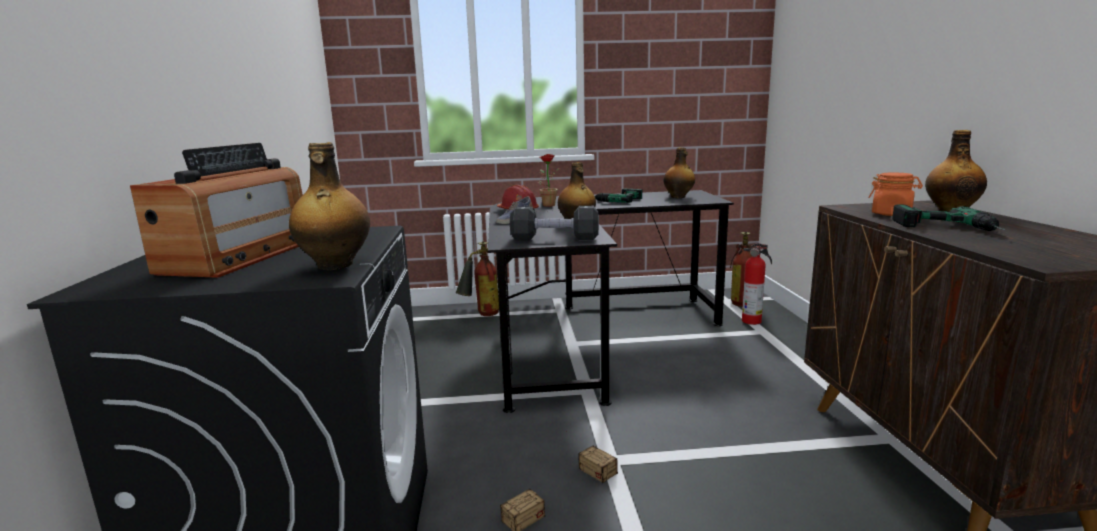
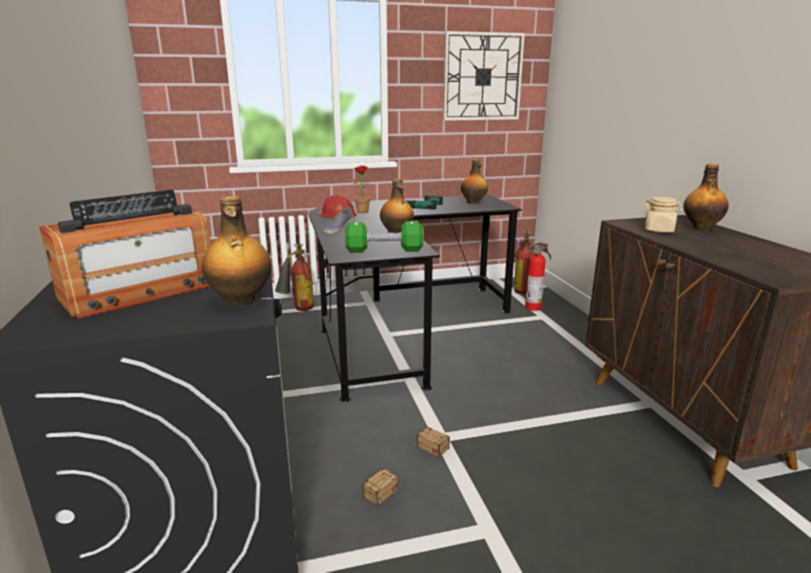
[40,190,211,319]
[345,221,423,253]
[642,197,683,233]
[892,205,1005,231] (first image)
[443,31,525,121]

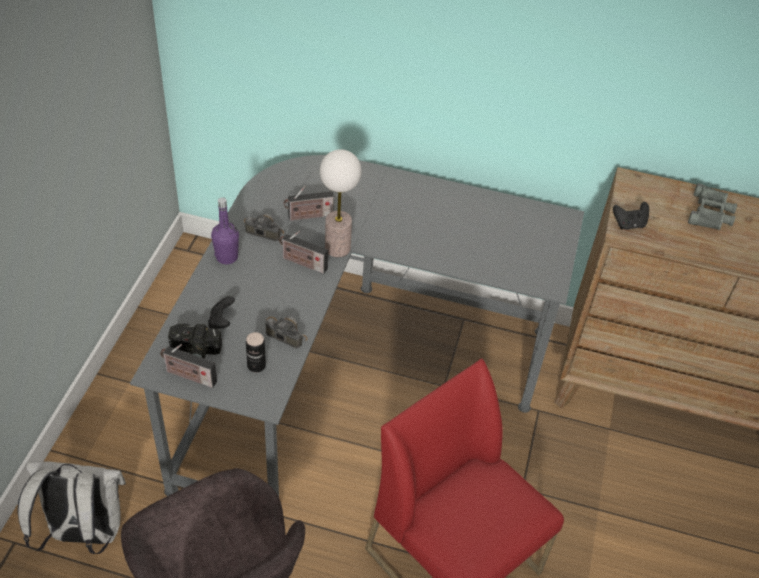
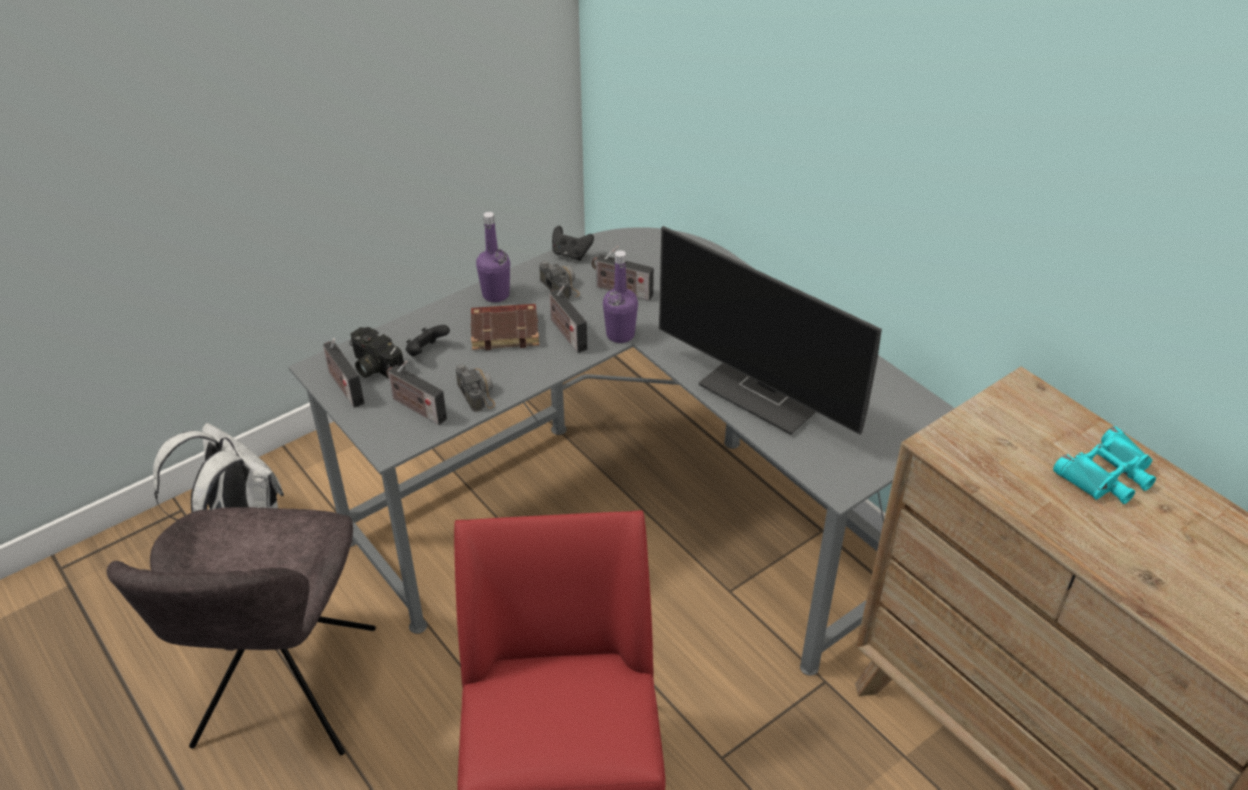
[386,360,447,425]
[603,250,638,343]
[552,226,594,261]
[1053,426,1156,504]
[471,304,539,350]
[659,226,882,435]

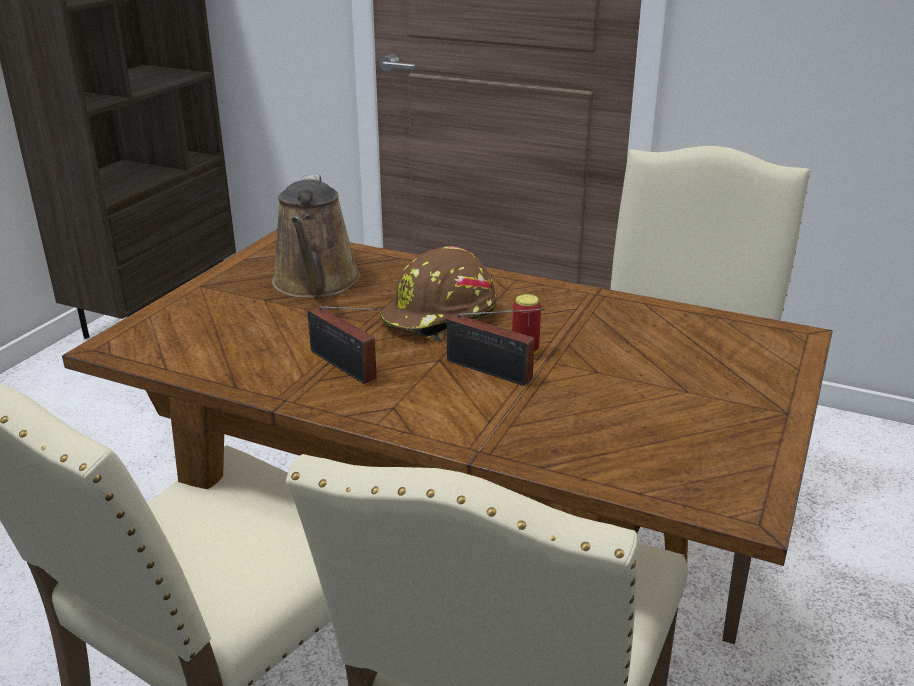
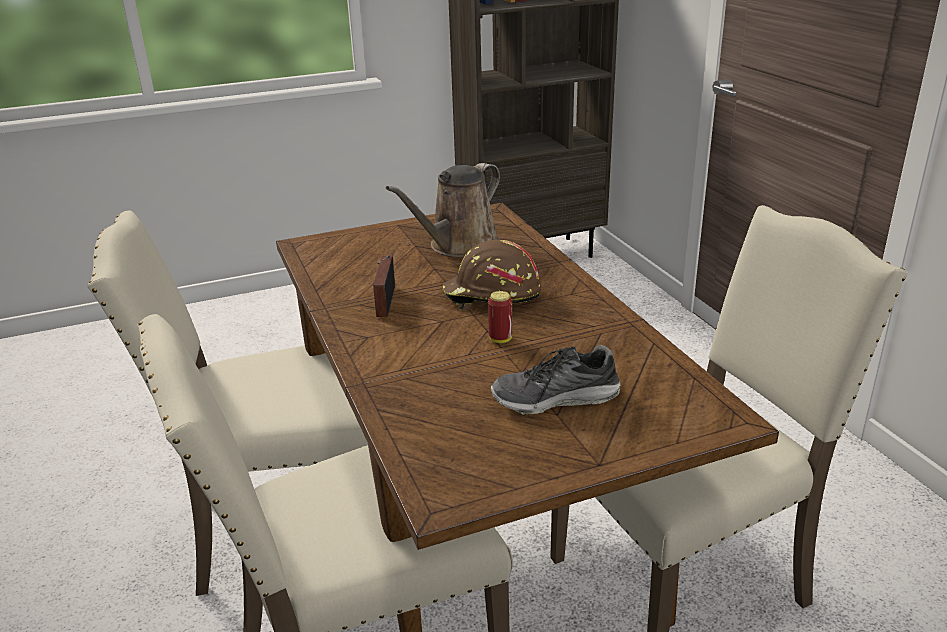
[447,308,545,386] (first image)
[491,345,620,415]

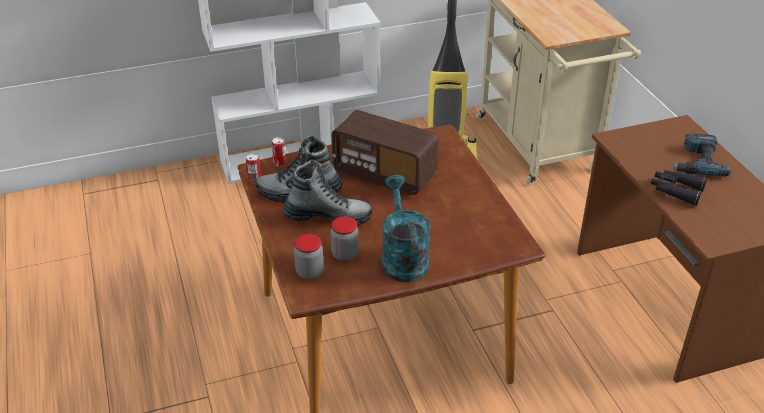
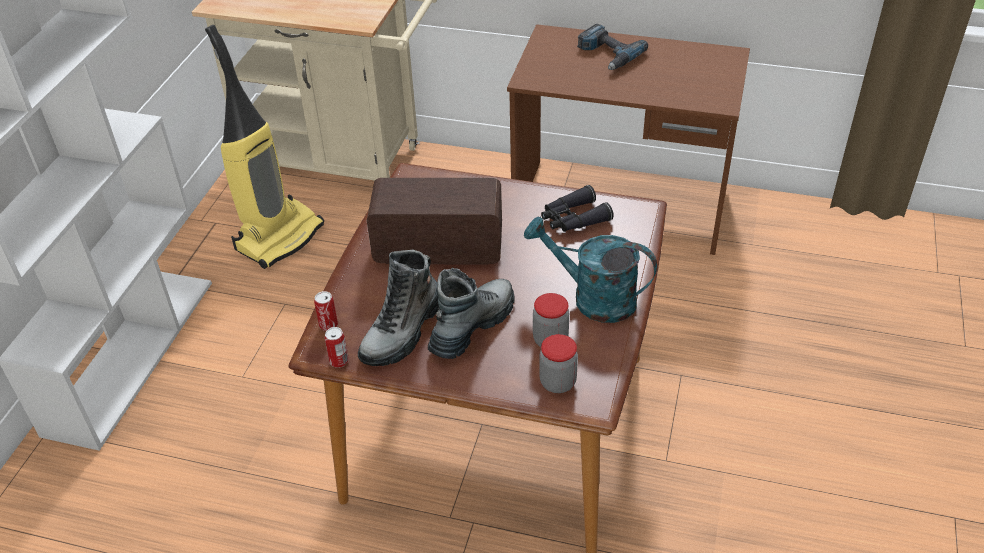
[367,178,502,265]
[541,185,614,232]

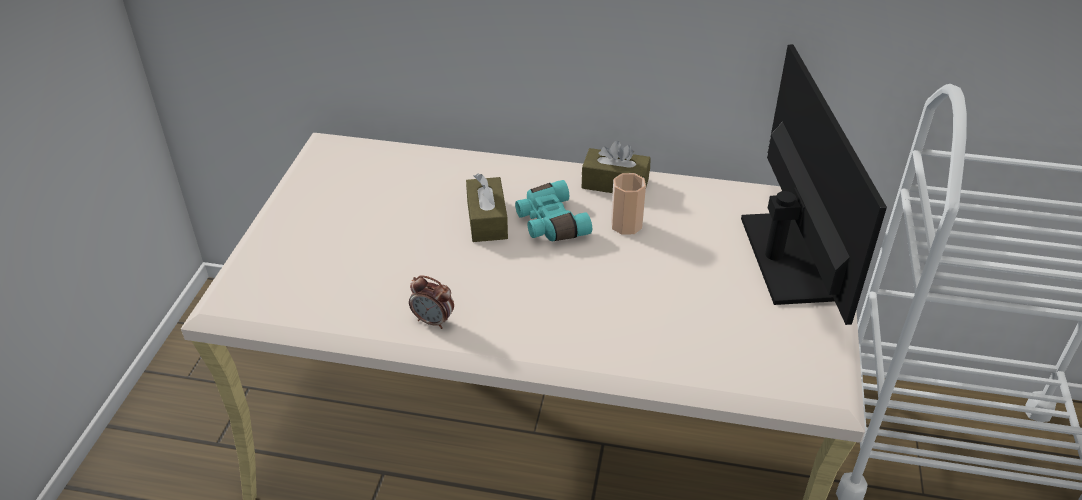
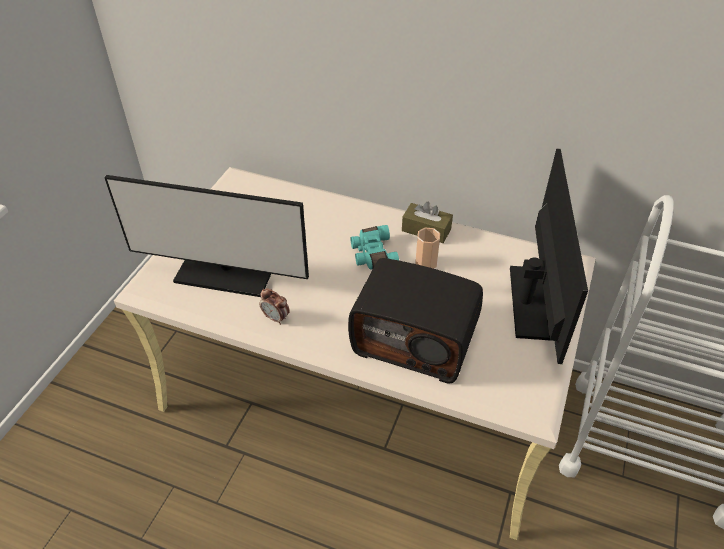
[466,174,508,242] (first image)
[104,175,309,297]
[348,258,483,383]

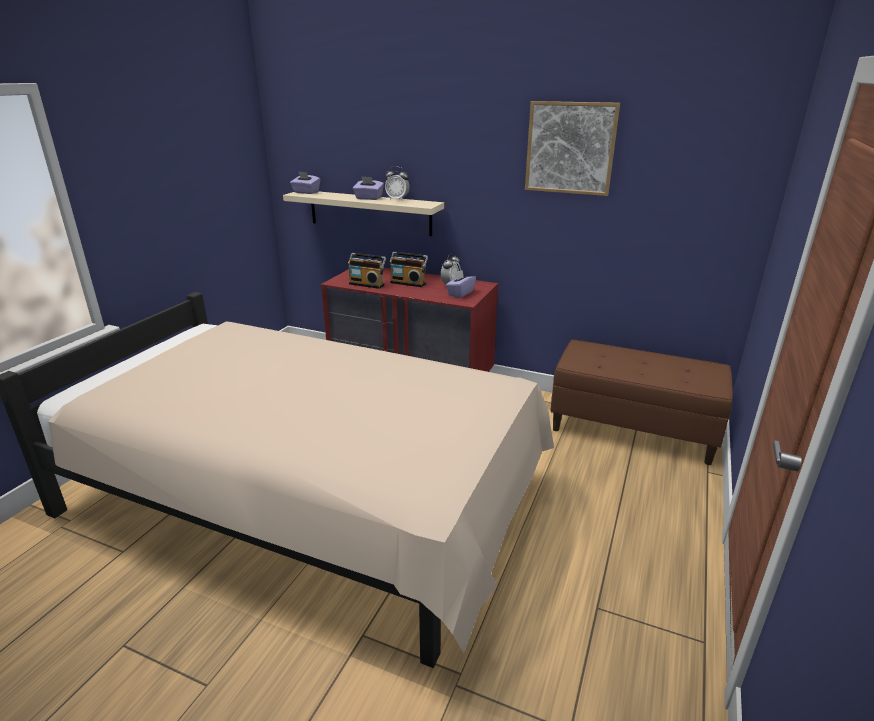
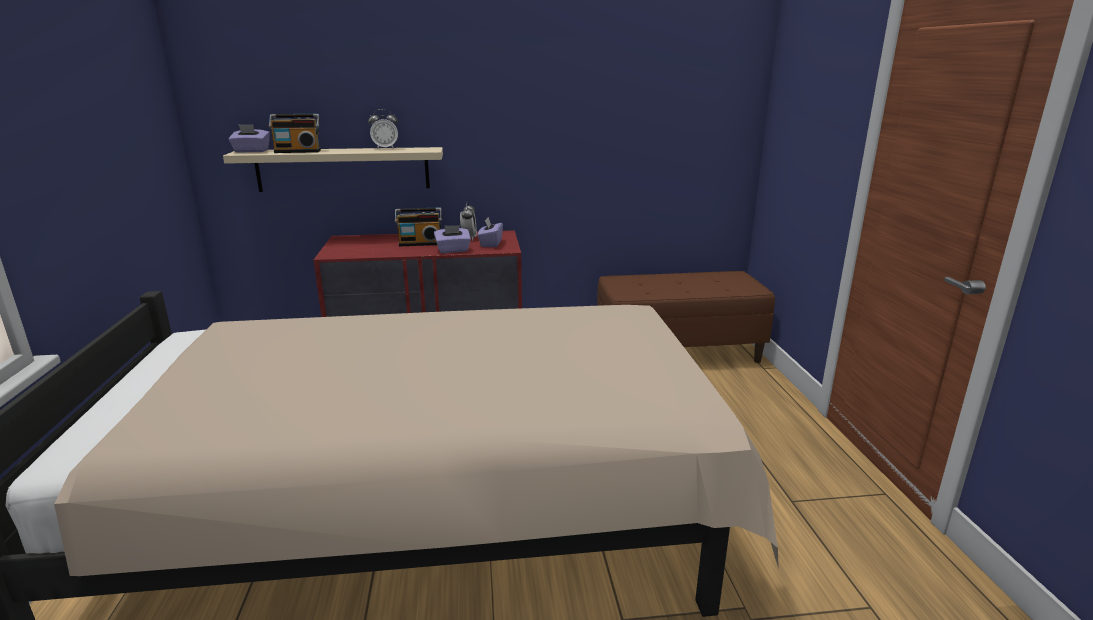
[269,114,321,153]
[434,225,471,253]
[525,101,620,196] (first image)

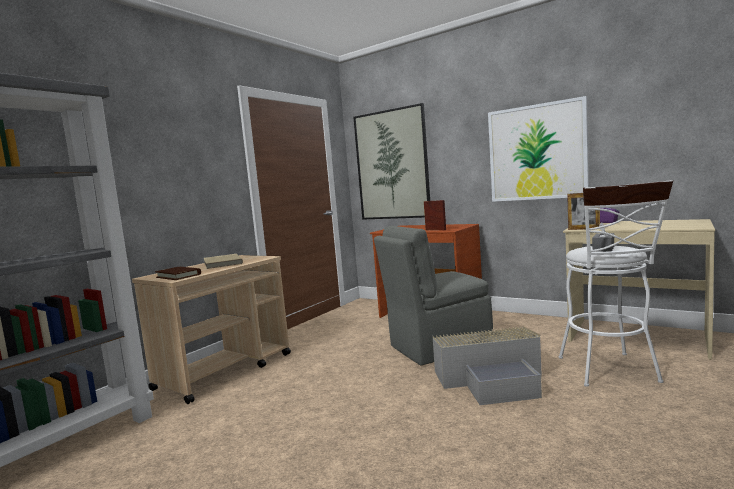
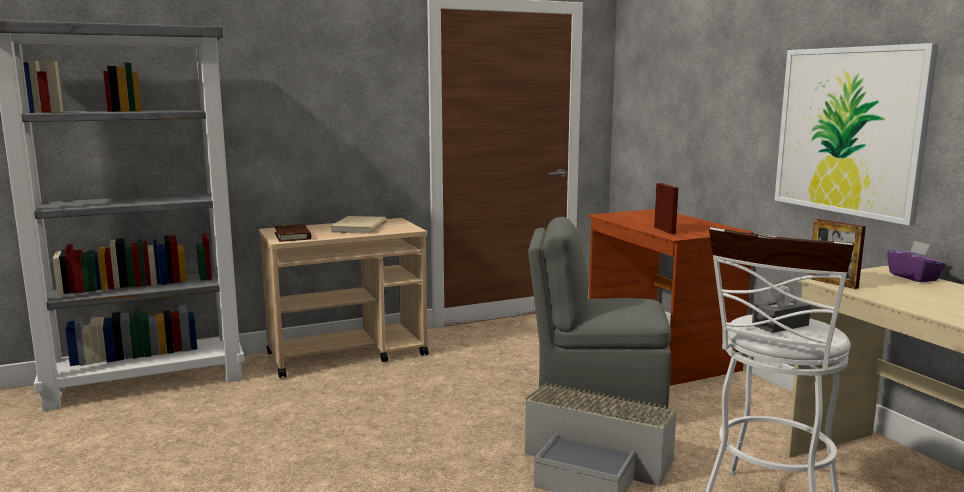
[353,103,430,220] (first image)

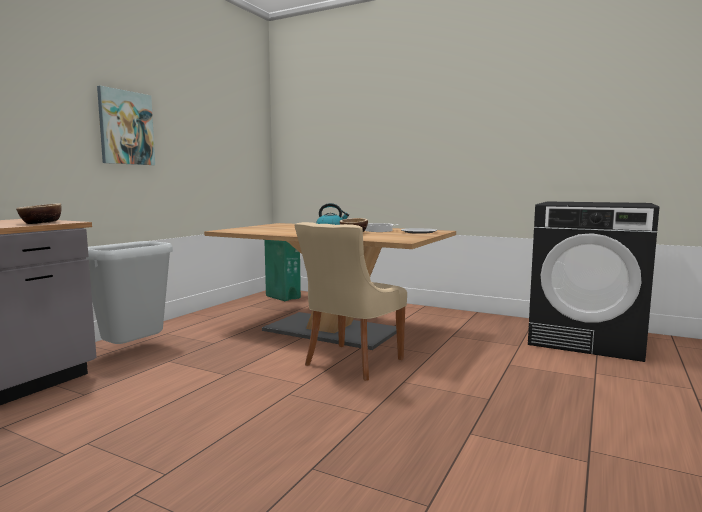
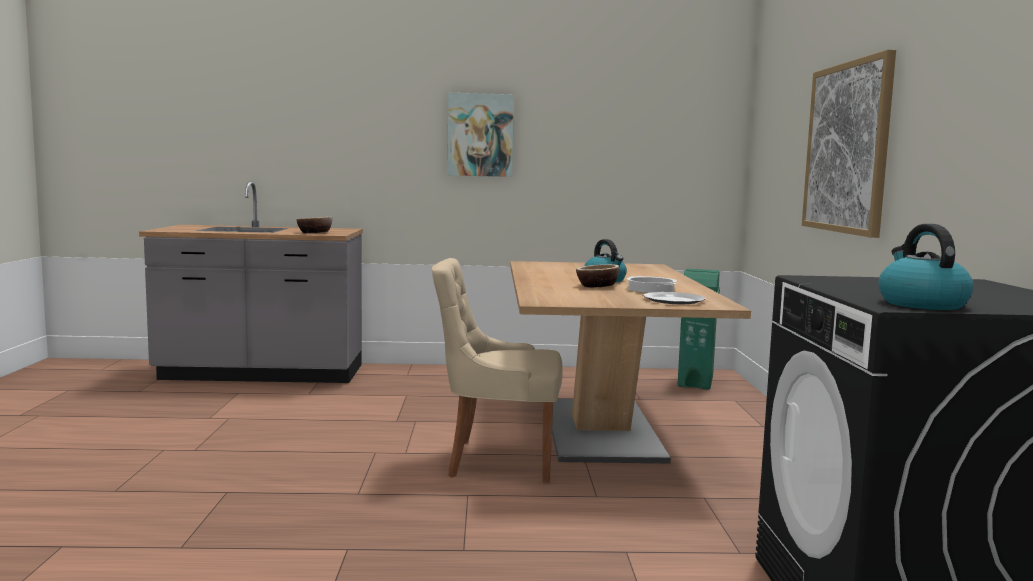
[86,241,173,344] (first image)
[802,50,896,238]
[878,224,974,310]

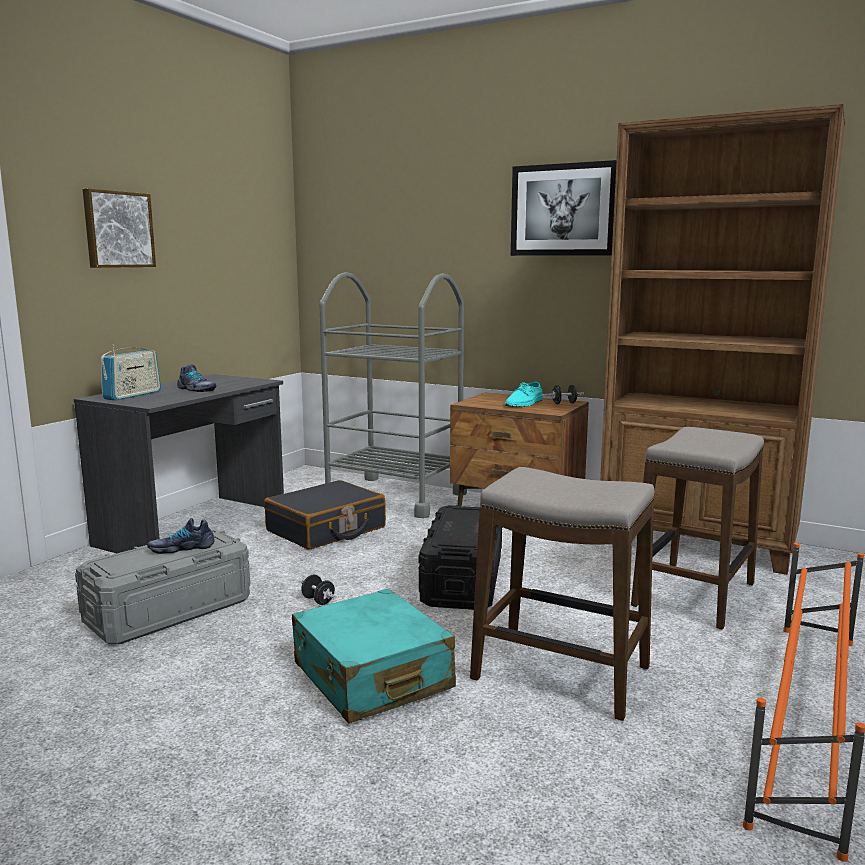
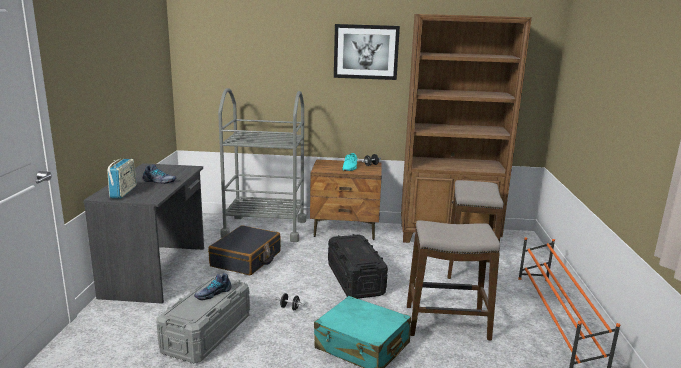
[83,189,156,268] (first image)

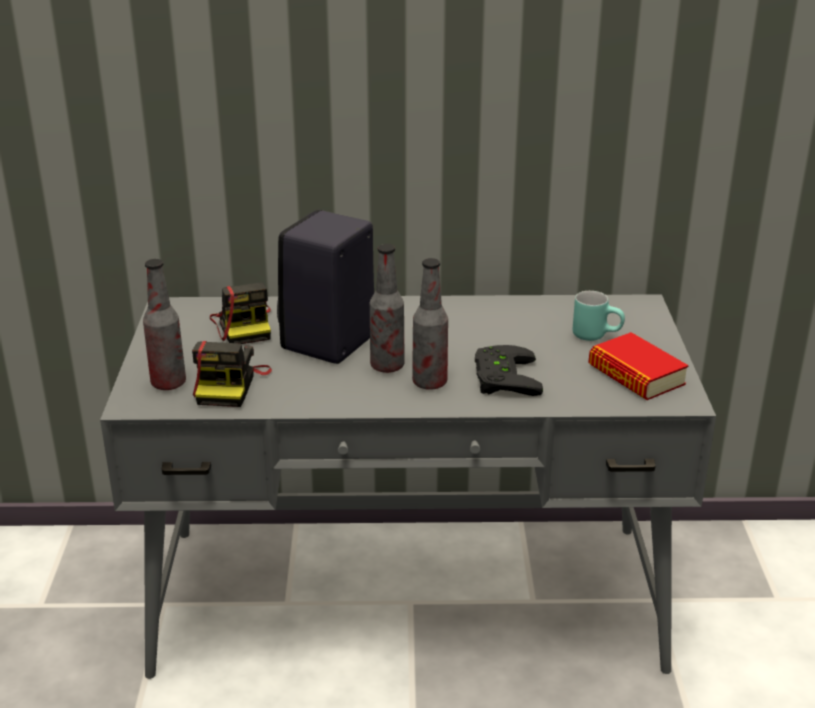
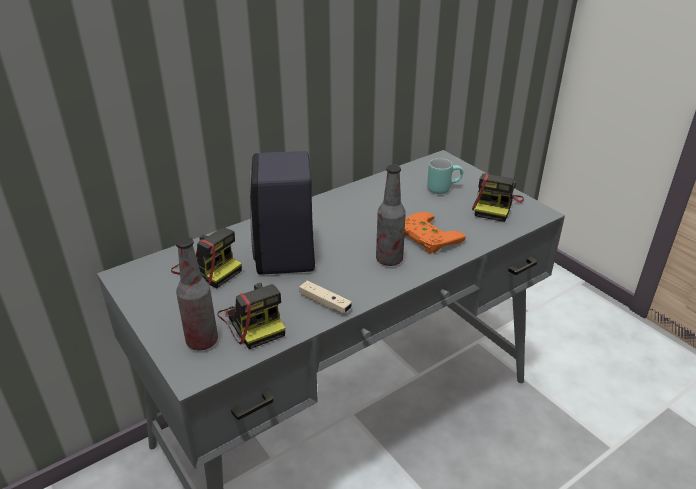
[370,244,405,373] (first image)
[404,212,466,254]
[472,173,524,222]
[299,281,352,314]

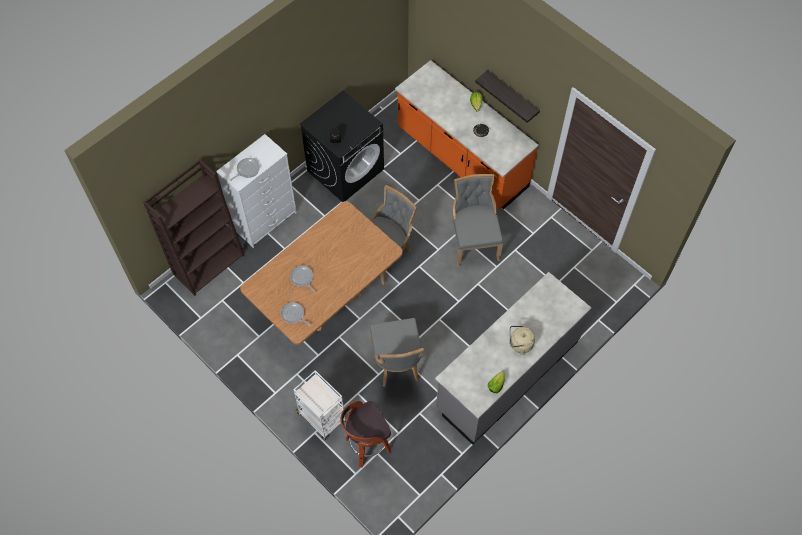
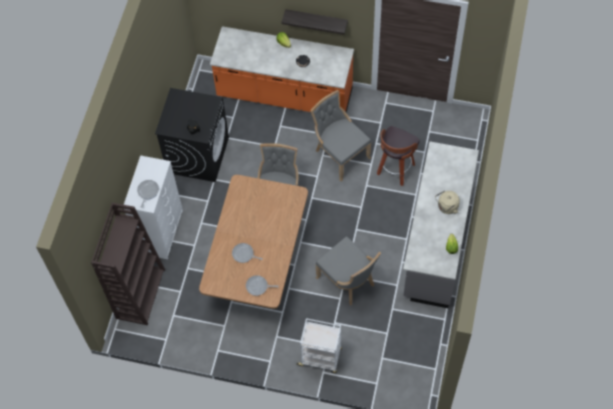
[377,126,420,186]

